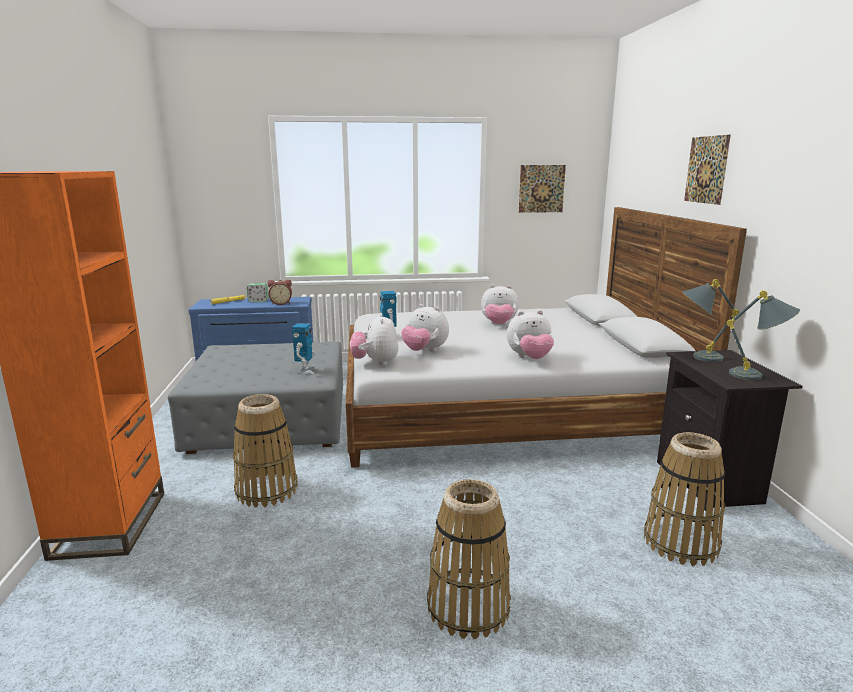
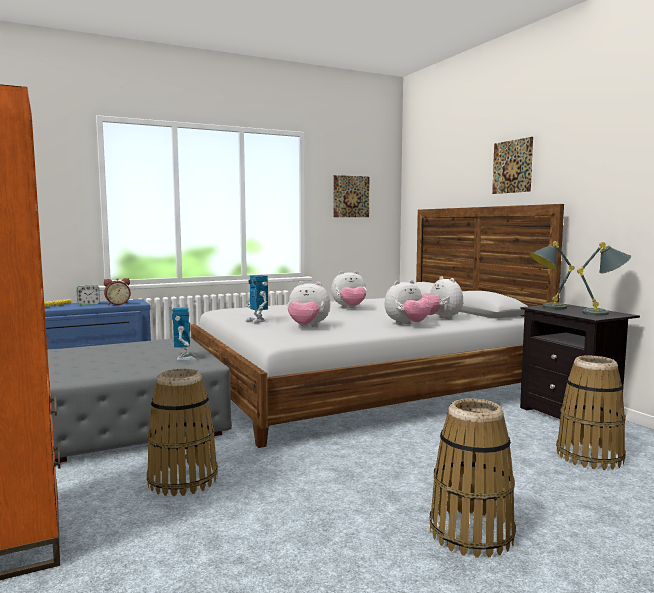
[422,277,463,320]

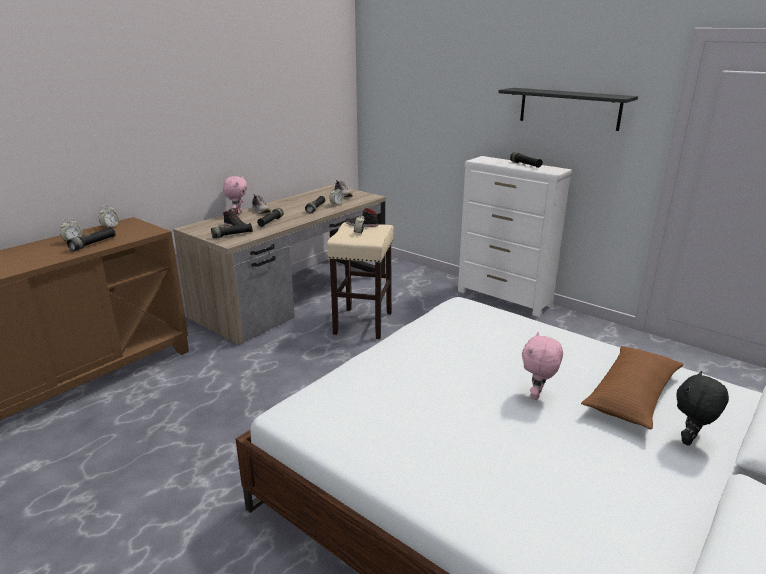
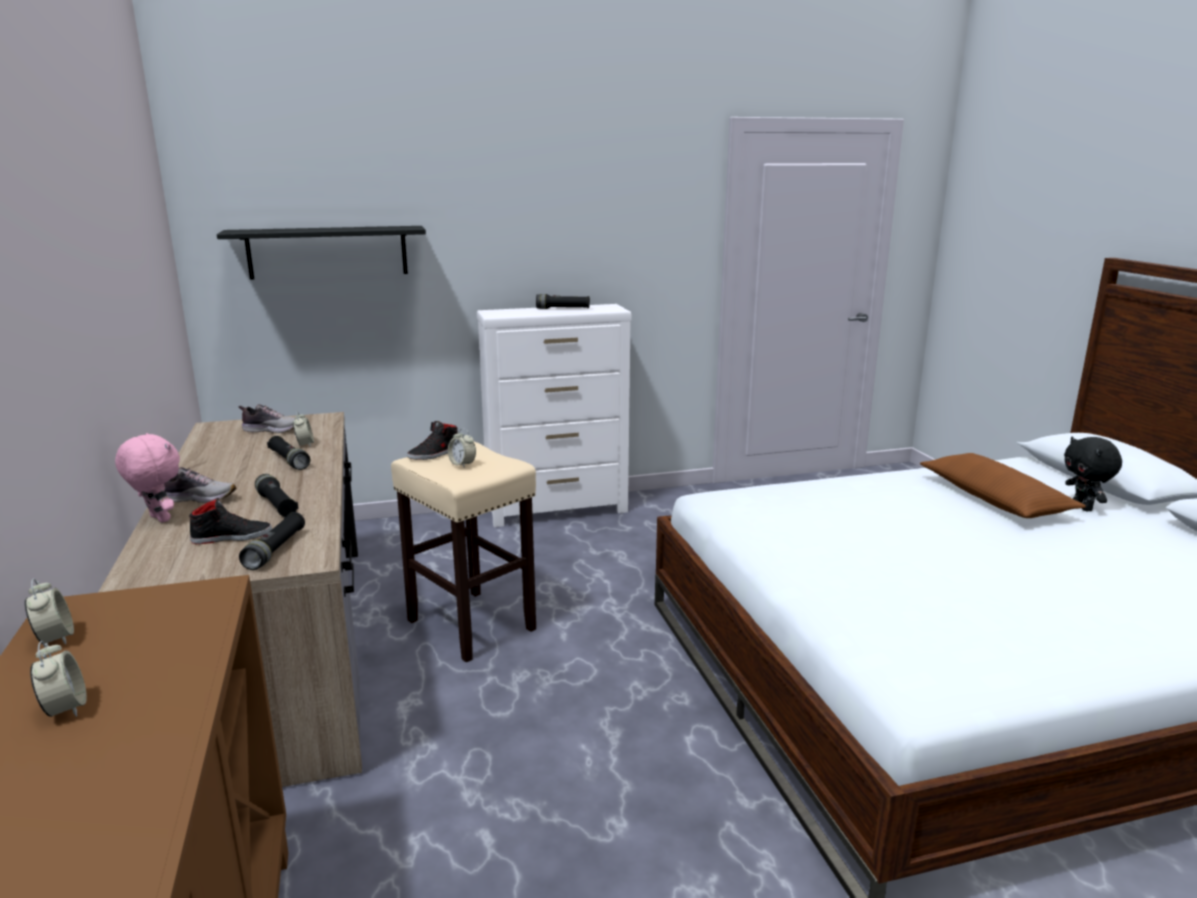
[67,227,116,251] (first image)
[217,226,426,280]
[522,332,563,400] (first image)

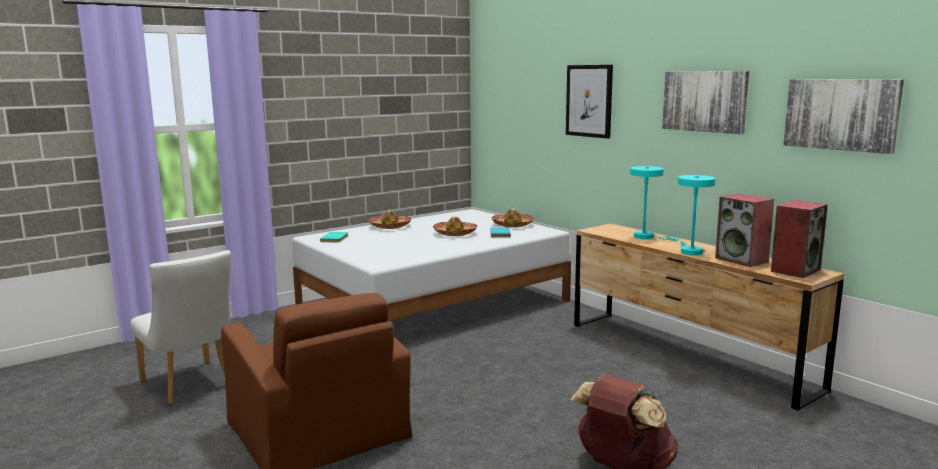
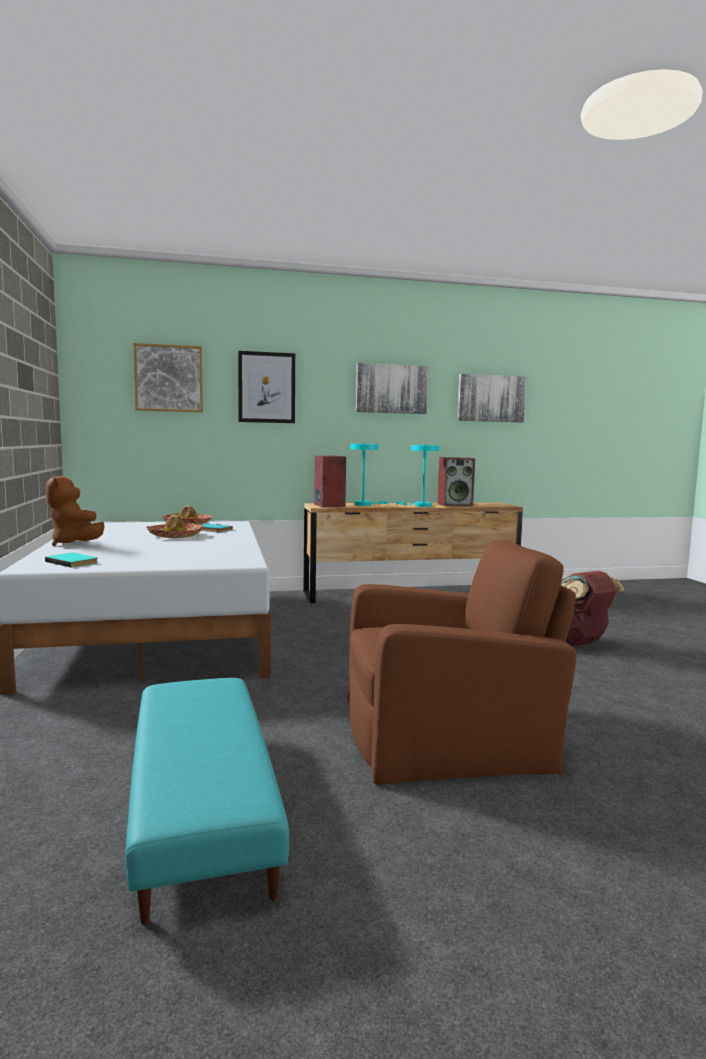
[125,678,289,925]
[46,476,105,546]
[314,455,346,508]
[133,343,203,412]

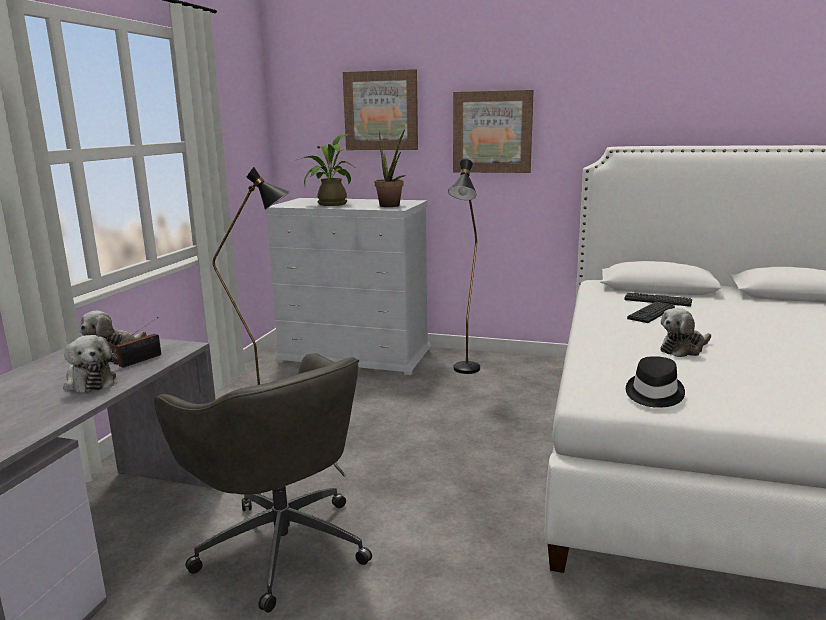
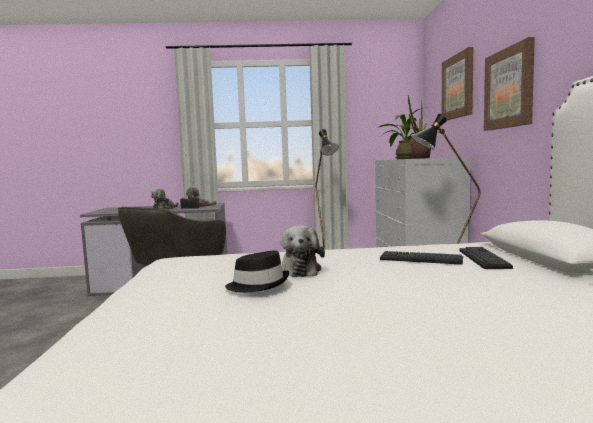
[225,250,289,293]
[280,225,325,277]

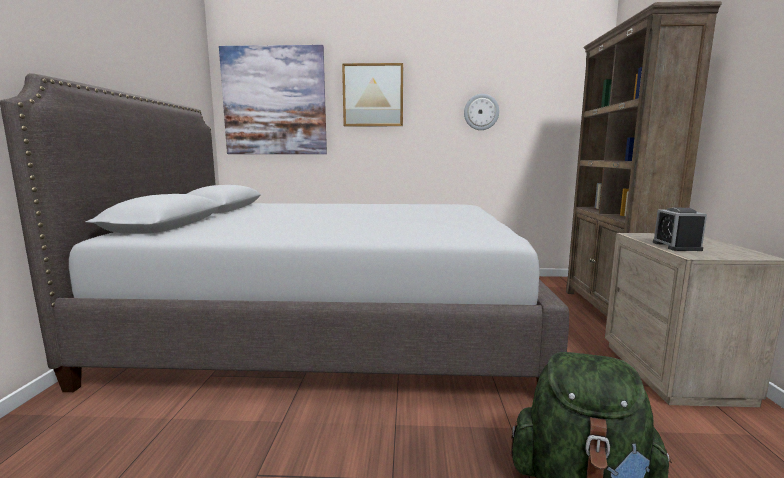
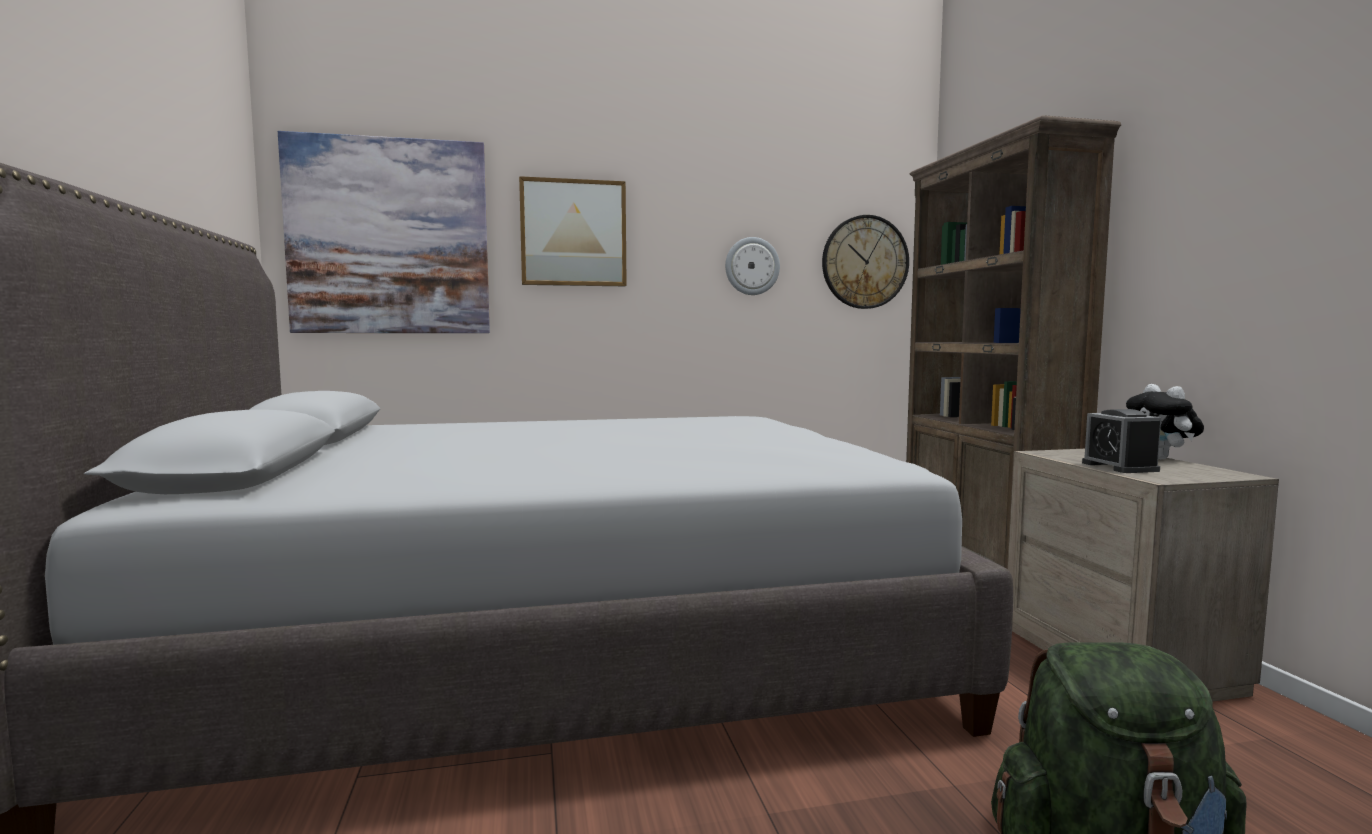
[822,215,909,309]
[1126,384,1204,459]

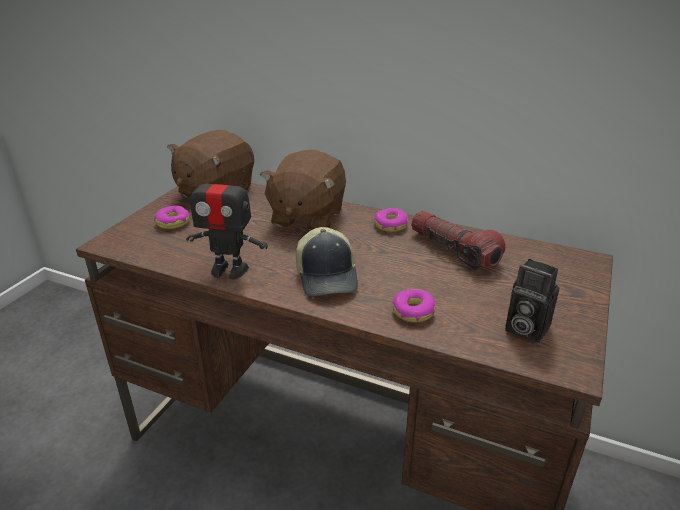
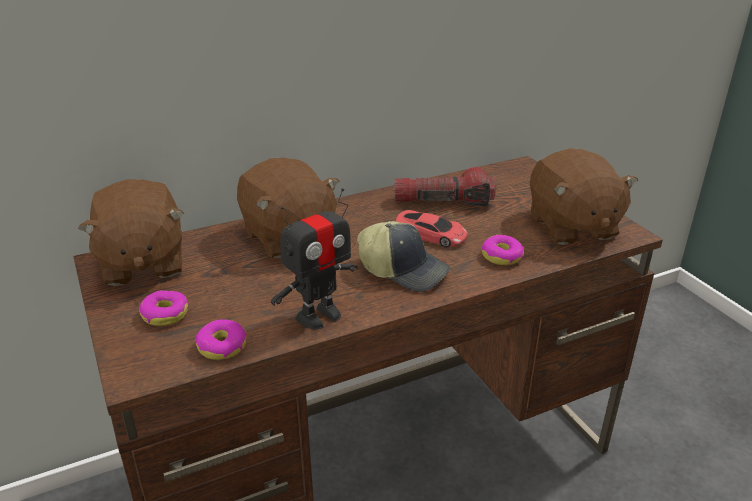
[195,319,247,360]
[530,148,638,245]
[396,210,468,247]

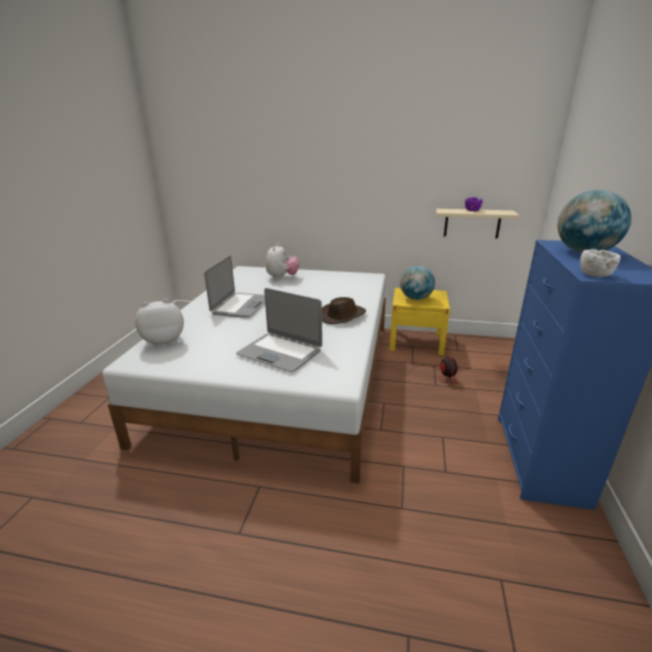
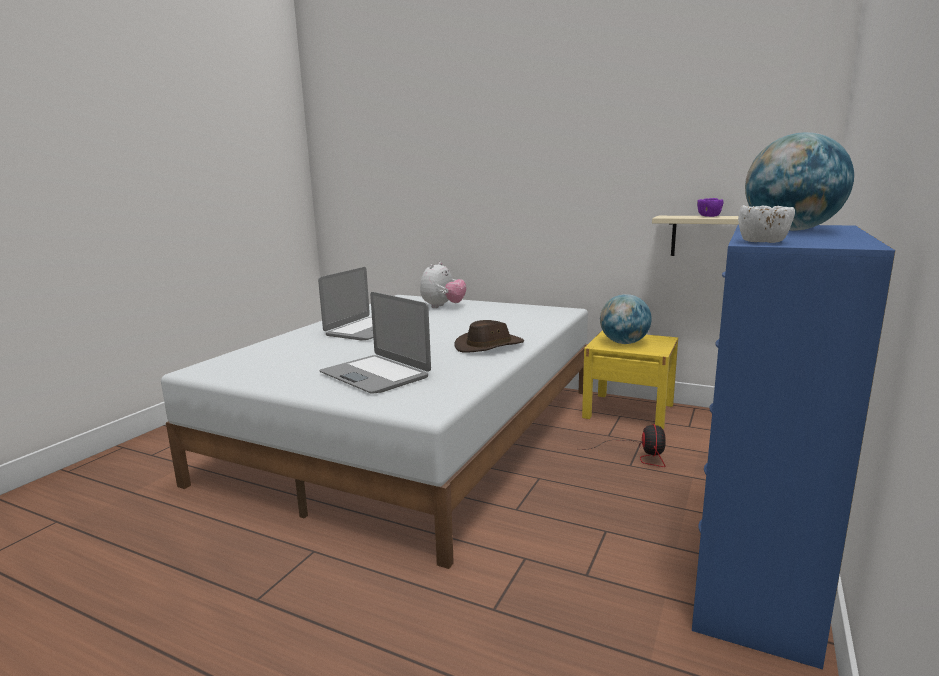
[135,299,184,347] (first image)

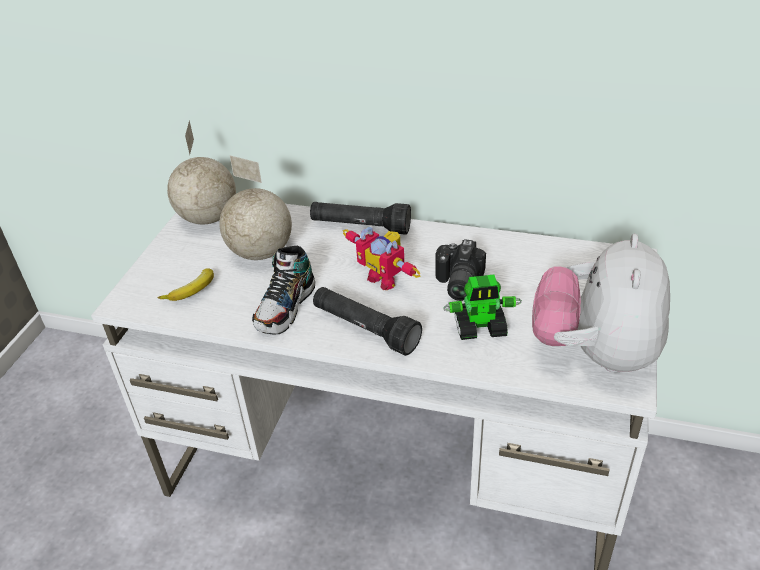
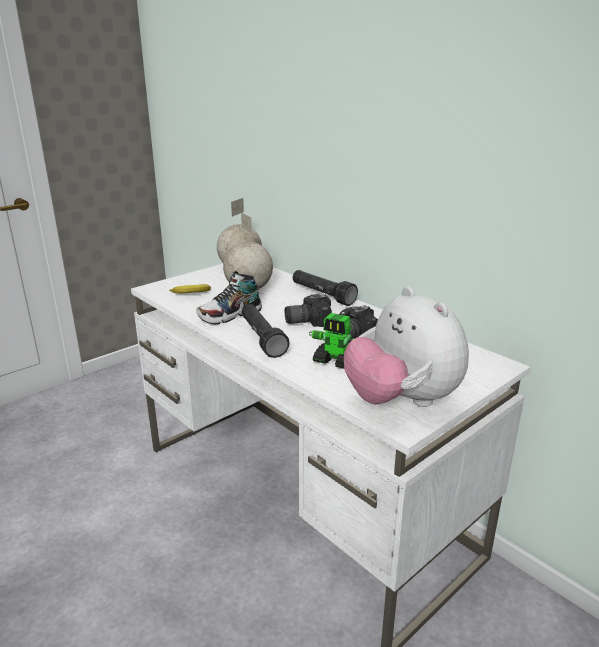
[285,294,332,327]
[344,286,469,407]

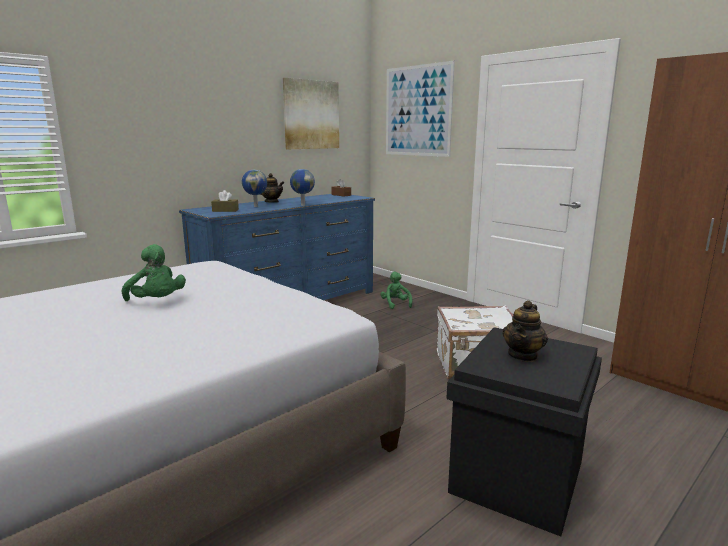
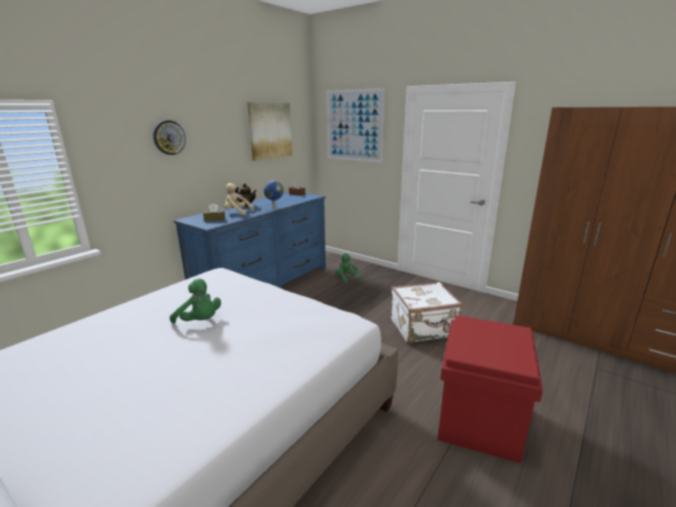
[224,183,254,215]
[438,315,543,463]
[502,300,548,362] (first image)
[153,120,186,155]

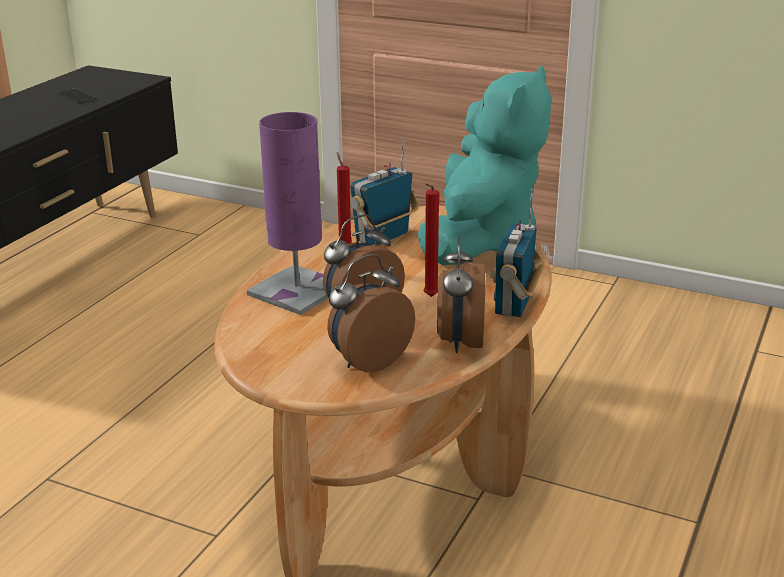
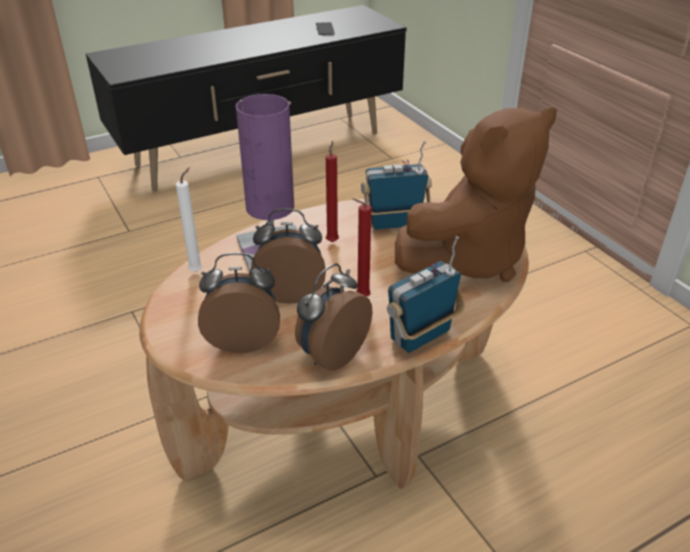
[395,107,557,282]
[176,168,202,272]

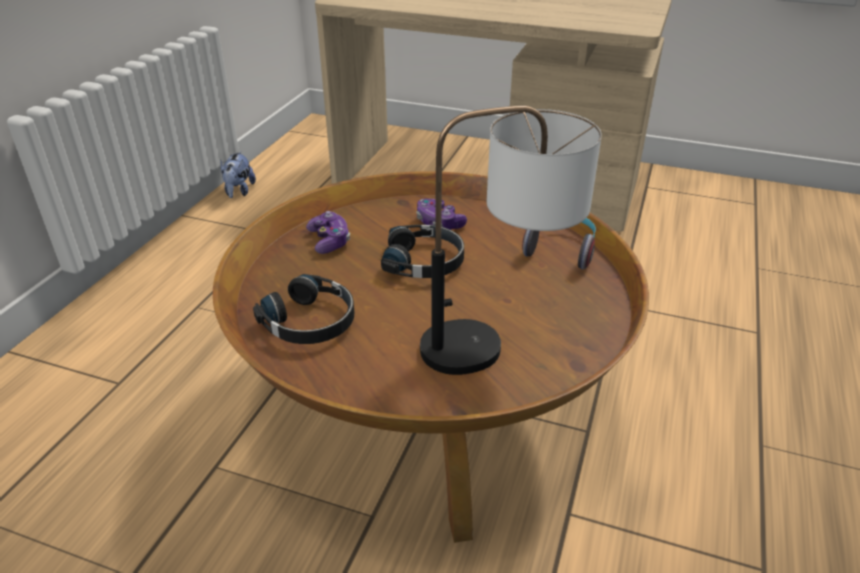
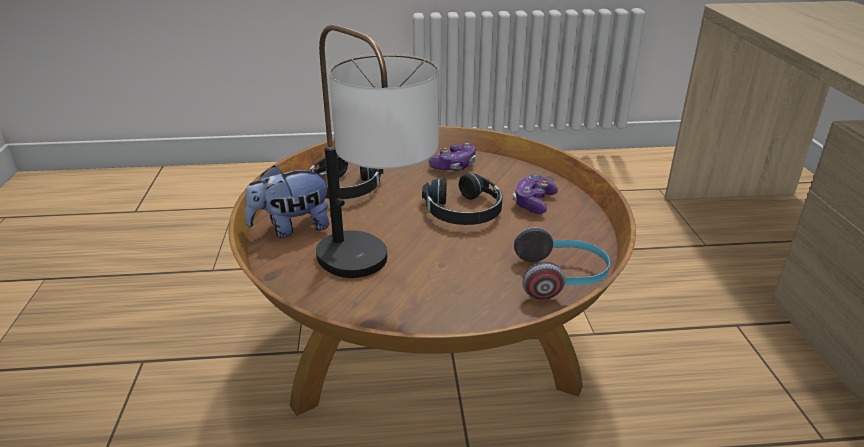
[245,166,329,238]

